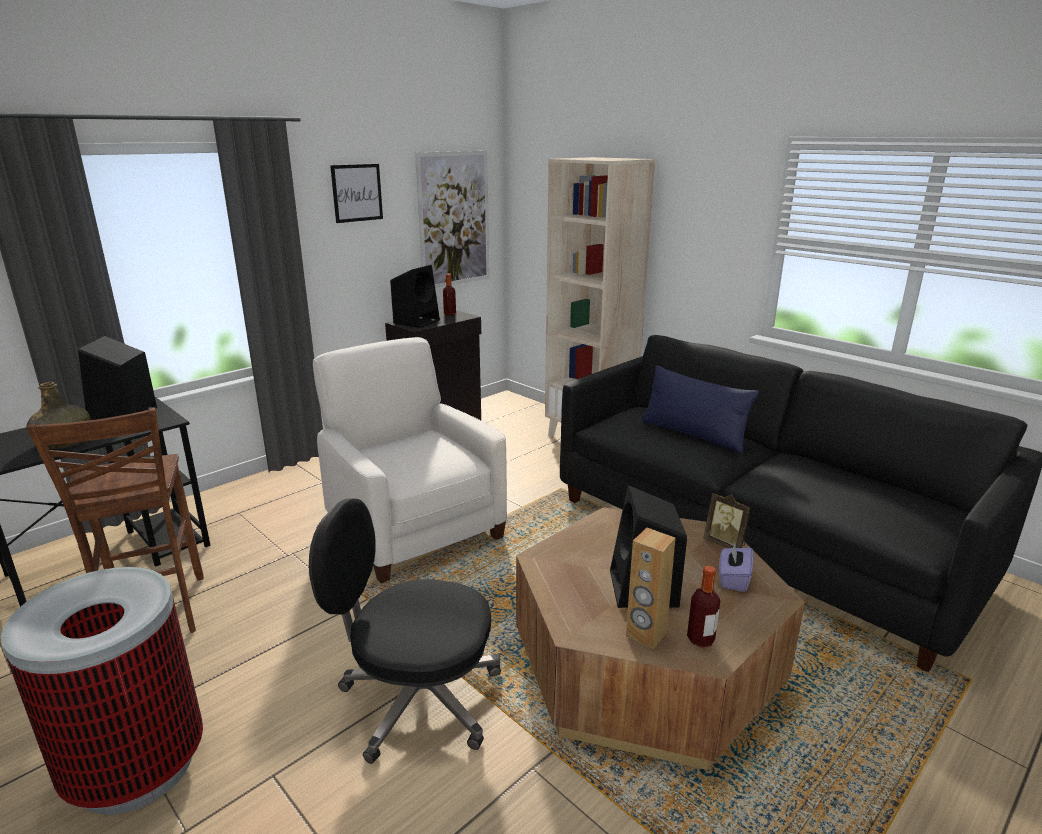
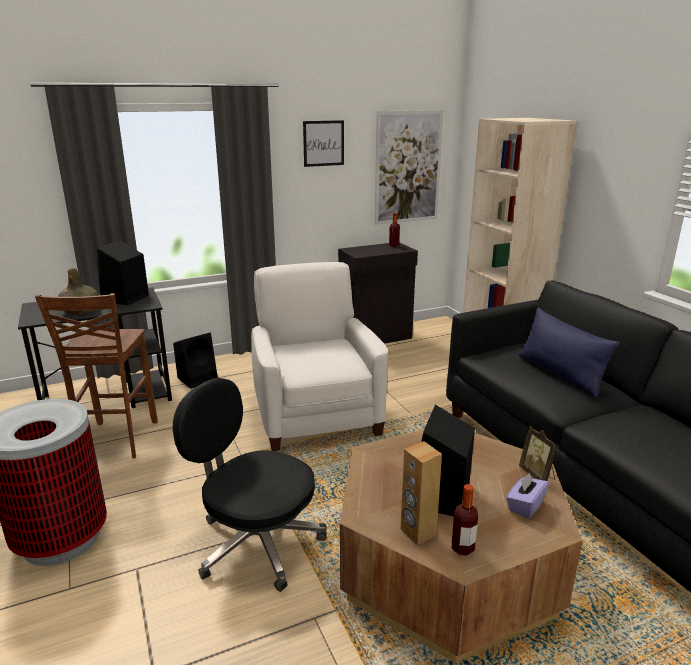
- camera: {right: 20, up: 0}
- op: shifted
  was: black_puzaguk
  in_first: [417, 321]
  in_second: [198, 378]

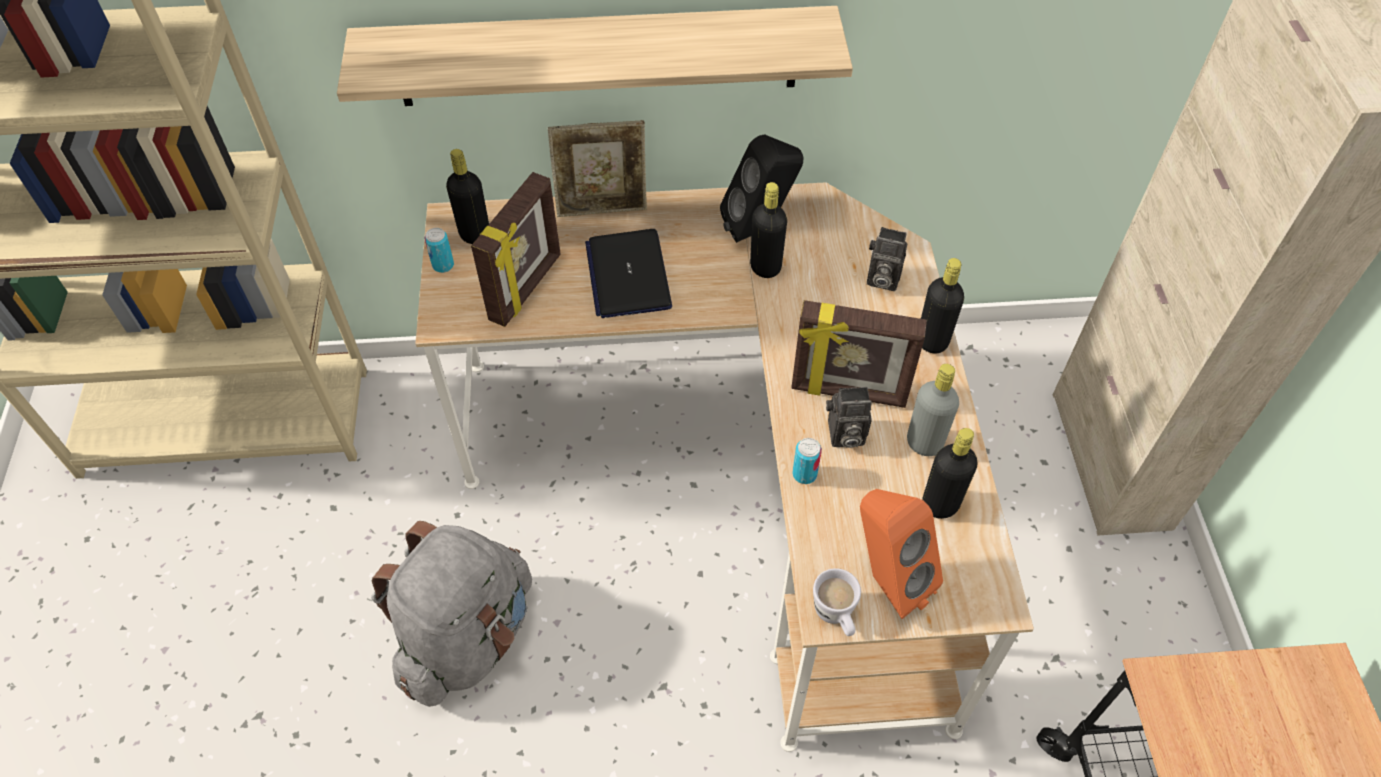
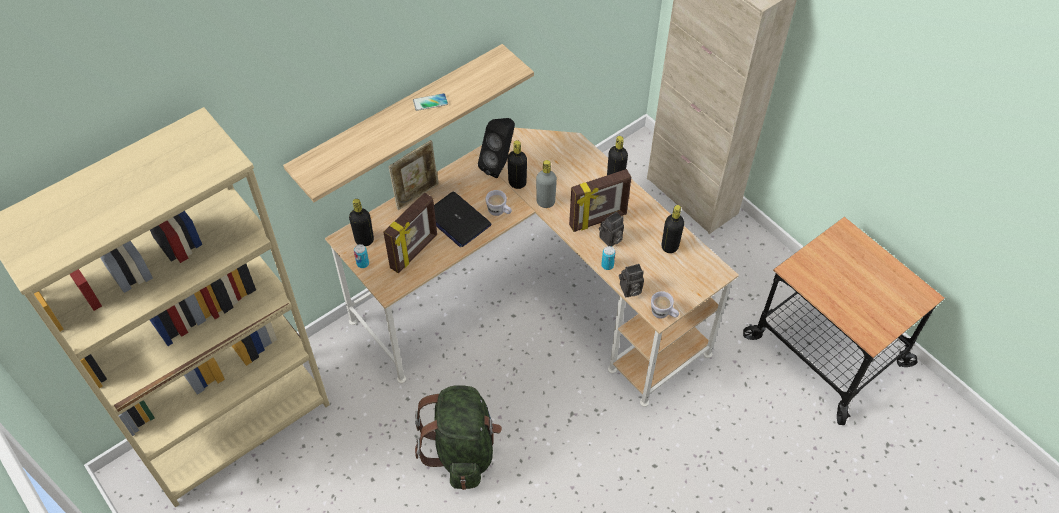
- camera: {right: -35, up: 0}
- op: rotated
  was: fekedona
  in_first: [527, 288]
  in_second: [414, 252]
  clockwise: 45
- op: shifted
  was: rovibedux
  in_first: [881, 279]
  in_second: [629, 290]
- op: shifted
  was: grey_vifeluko
  in_first: [924, 443]
  in_second: [545, 202]
- op: gone
  was: orange_puzaguk
  in_first: [886, 580]
- op: repainted
  was: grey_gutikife
  now: green_gutikife
  in_first: [467, 637]
  in_second: [462, 450]
- op: new
  now: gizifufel
  in_second: [430, 102]
- op: new
  now: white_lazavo
  in_second: [499, 212]

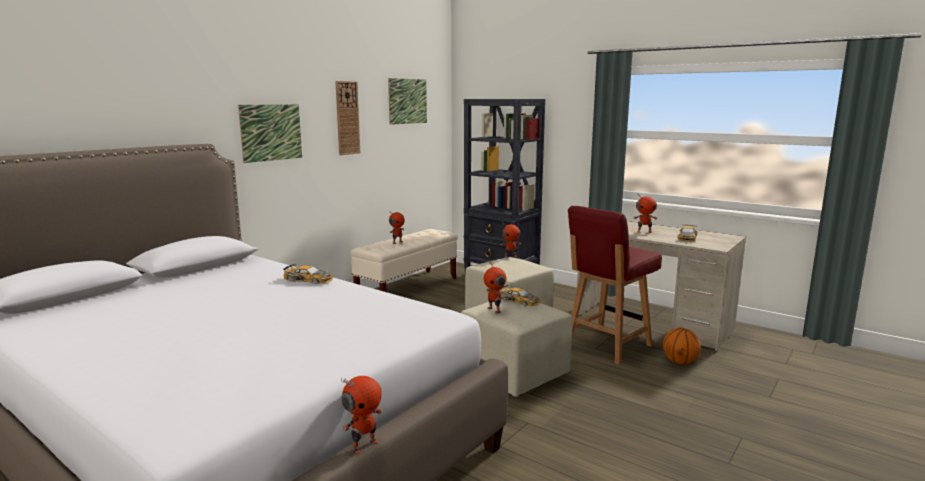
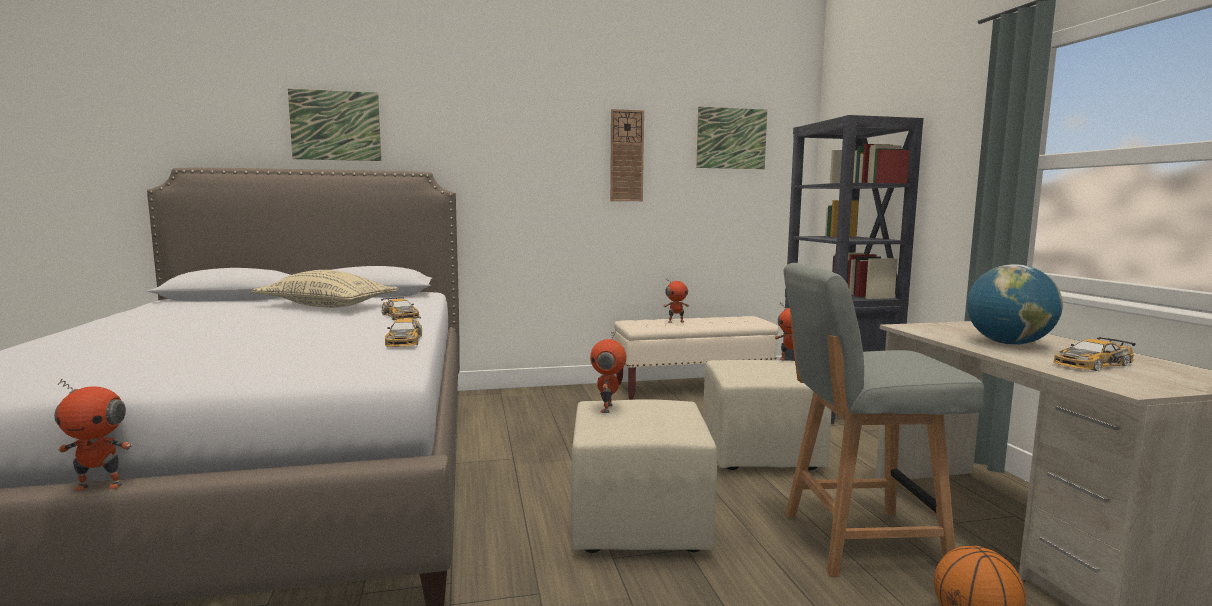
- camera: {right: 40, up: -5}
- op: shifted
  was: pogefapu
  in_first: [271, 132]
  in_second: [335, 125]
- op: swapped
  was: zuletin
  now: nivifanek
  in_first: [644, 232]
  in_second: [1008, 343]
- op: repainted
  was: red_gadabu
  now: grey_gadabu
  in_first: [606, 346]
  in_second: [859, 541]
- op: shifted
  was: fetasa
  in_first: [519, 301]
  in_second: [404, 340]
- op: new
  now: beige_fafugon
  in_second: [327, 306]

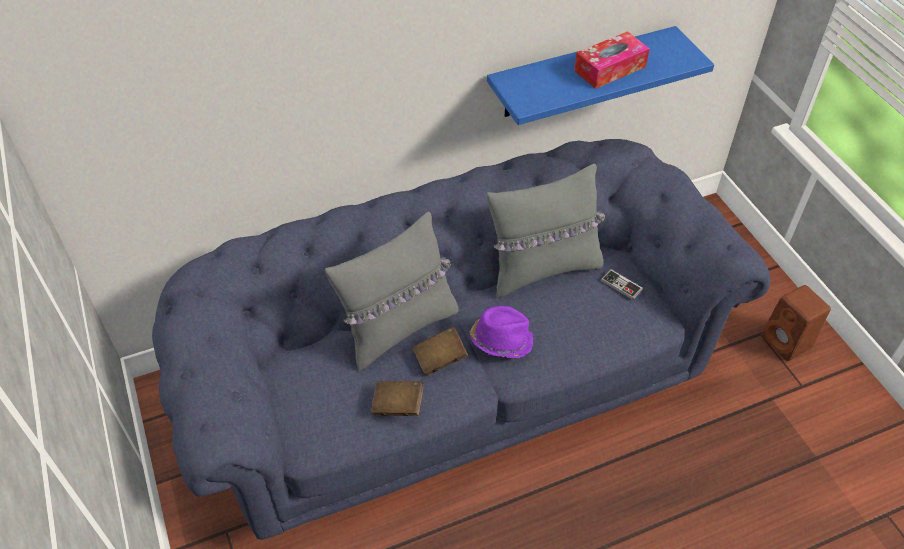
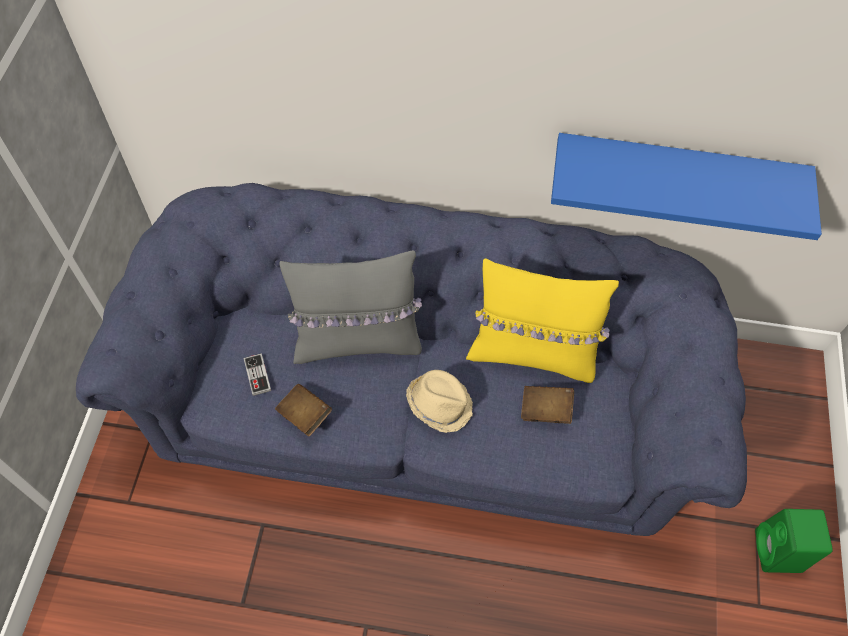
- camera: {right: 30, up: 10}
- op: gone
  was: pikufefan
  in_first: [610, 68]
- op: repainted
  was: grey_fafugon
  now: yellow_fafugon
  in_first: [543, 269]
  in_second: [532, 353]
- op: shifted
  was: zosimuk
  in_first: [621, 285]
  in_second: [257, 375]
- op: repainted
  was: brown_puzaguk
  now: green_puzaguk
  in_first: [787, 343]
  in_second: [778, 552]
- op: repainted
  was: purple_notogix
  now: beige_notogix
  in_first: [501, 339]
  in_second: [440, 403]
- op: shifted
  was: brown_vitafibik
  in_first: [440, 358]
  in_second: [545, 410]

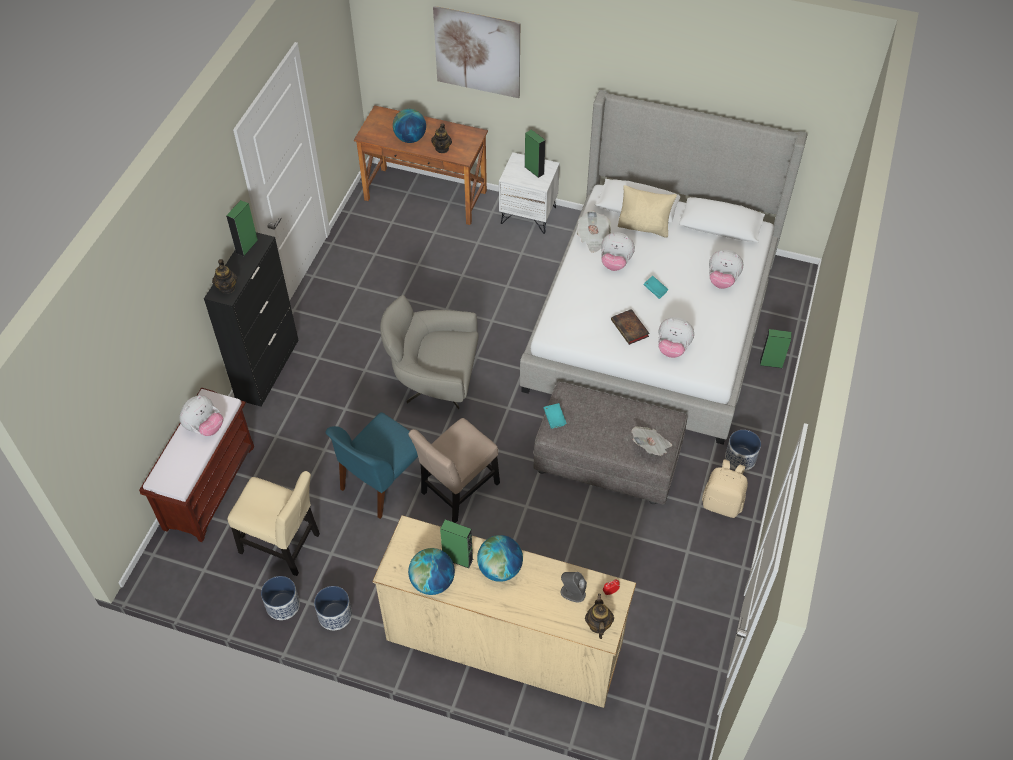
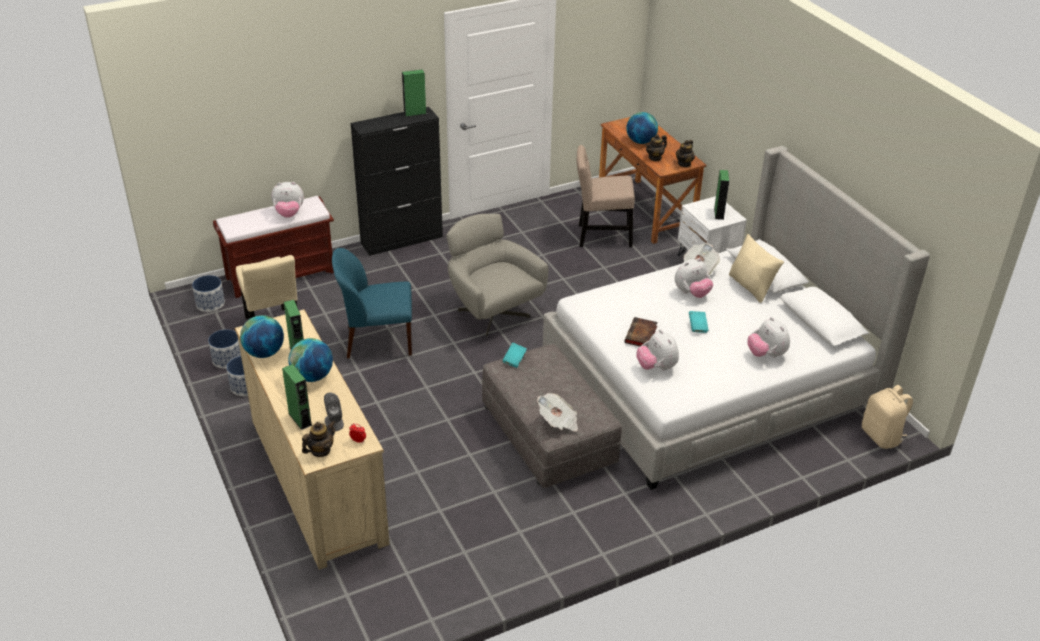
- camera: {right: 45, up: -15}
- op: gone
  was: pogefapu
  in_first: [477, 52]
- op: rotated
  was: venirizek
  in_first: [615, 263]
  in_second: [692, 293]
  clockwise: -90
- op: shifted
  was: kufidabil
  in_first: [227, 287]
  in_second: [684, 163]
- op: shifted
  was: green_puzaguk
  in_first: [771, 363]
  in_second: [300, 419]
- op: shifted
  was: beige_gadabu
  in_first: [457, 491]
  in_second: [601, 236]
- op: shifted
  was: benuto
  in_first: [740, 458]
  in_second: [210, 303]
- op: shifted
  was: beige_gutikife
  in_first: [722, 503]
  in_second: [882, 436]

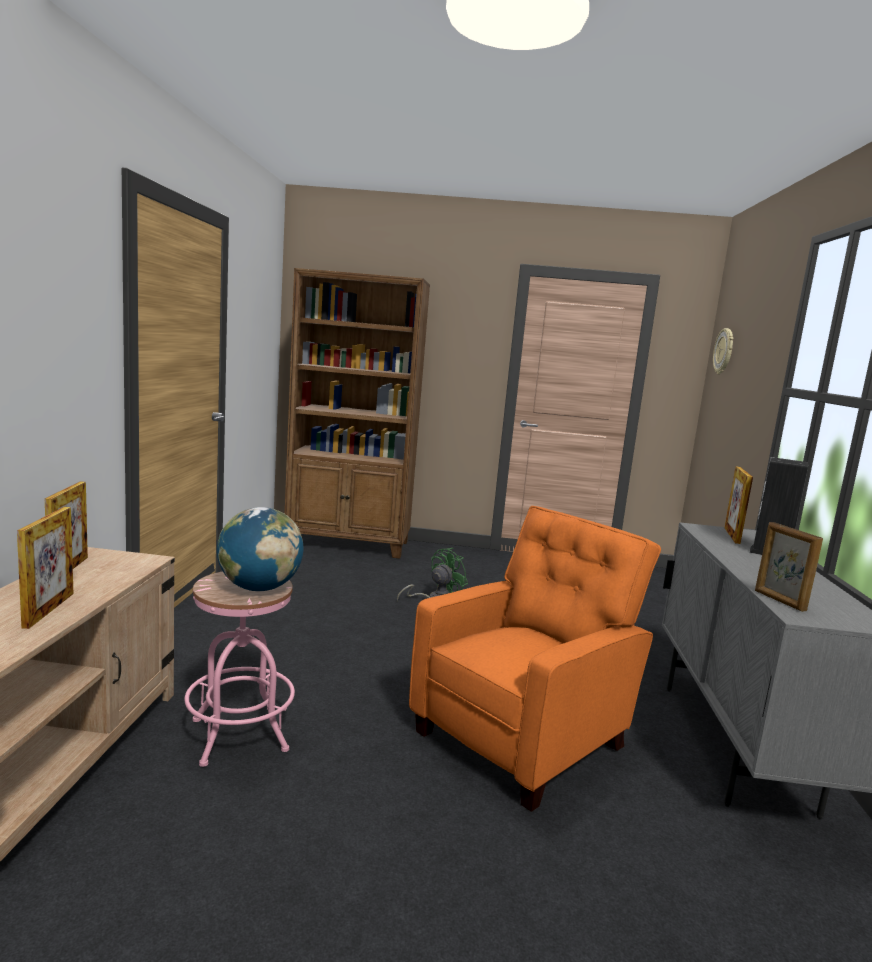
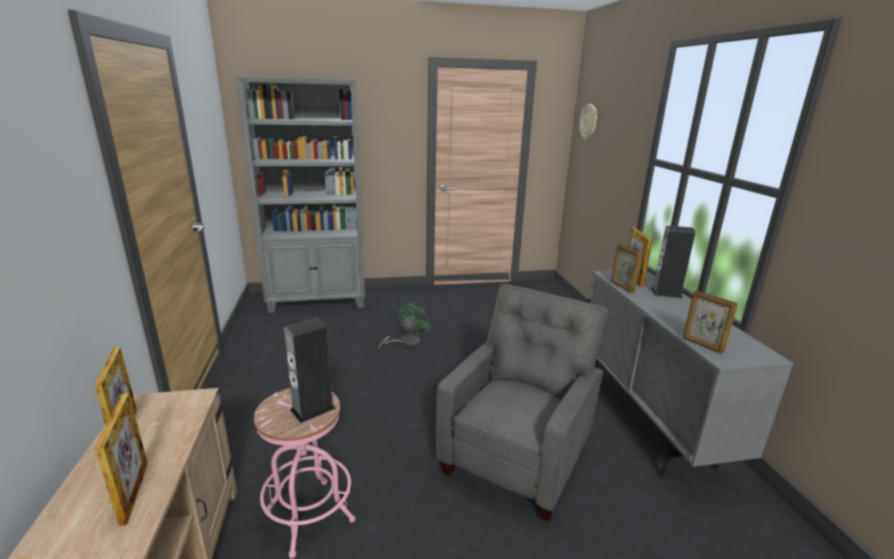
- camera: {right: -15, up: 10}
- op: repainted
  was: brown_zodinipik
  now: grey_zodinipik
  in_first: [349, 544]
  in_second: [319, 301]
- op: repainted
  was: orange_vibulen
  now: grey_vibulen
  in_first: [524, 738]
  in_second: [518, 456]
- op: swapped
  was: nivifanek
  now: puzaguk
  in_first: [259, 588]
  in_second: [313, 409]
- op: new
  now: fekedona
  in_second: [622, 287]

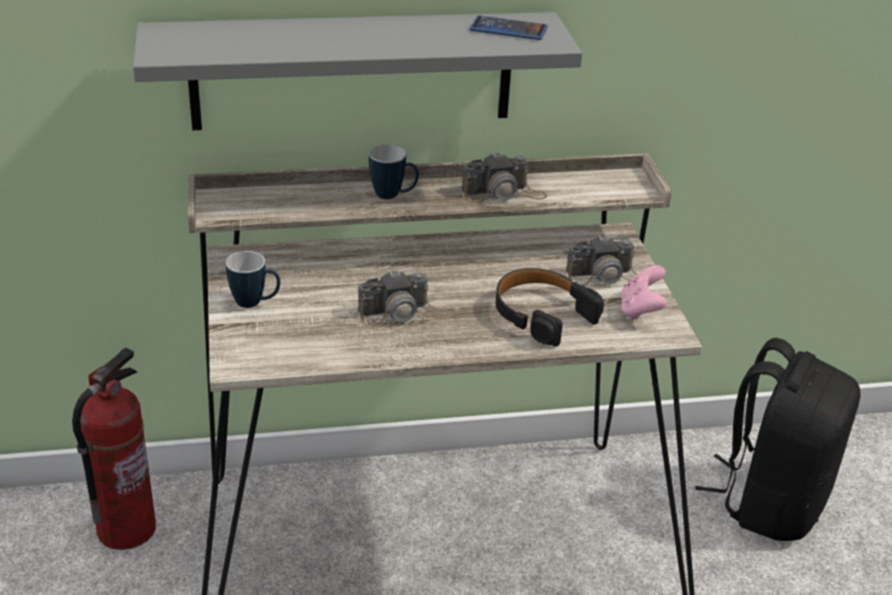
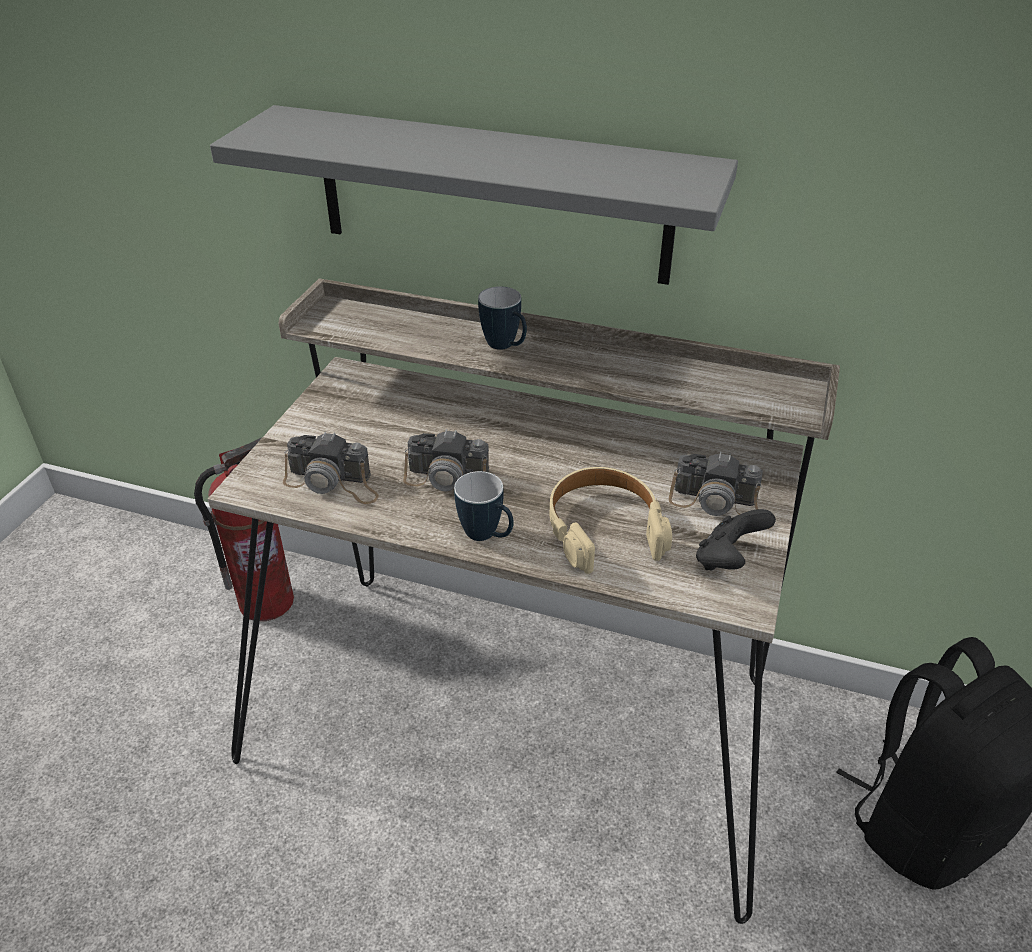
- camera: {right: 30, up: 5}
- op: gone
  was: gizifufel
  in_first: [508, 29]
- op: shifted
  was: rovibedux
  in_first: [503, 193]
  in_second: [333, 483]
- op: shifted
  was: lazavo
  in_first: [255, 303]
  in_second: [487, 536]
- op: repainted
  was: pink_zosimuk
  now: black_zosimuk
  in_first: [640, 310]
  in_second: [728, 560]
- op: repainted
  was: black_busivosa
  now: beige_busivosa
  in_first: [542, 314]
  in_second: [604, 528]

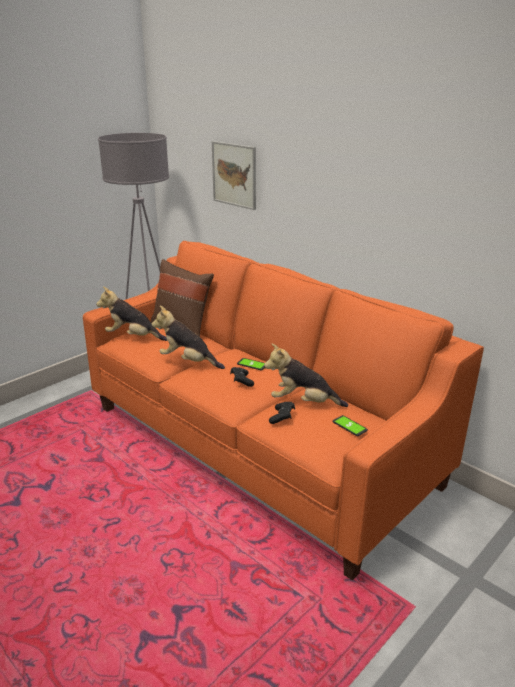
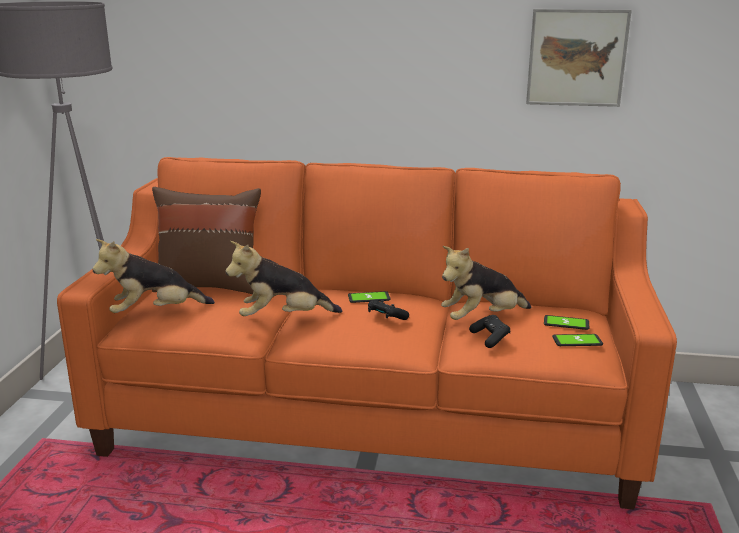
- camera: {right: -35, up: -5}
- op: shifted
  was: pogefapu
  in_first: [234, 175]
  in_second: [576, 58]
- op: new
  now: gizifufel
  in_second: [577, 341]

